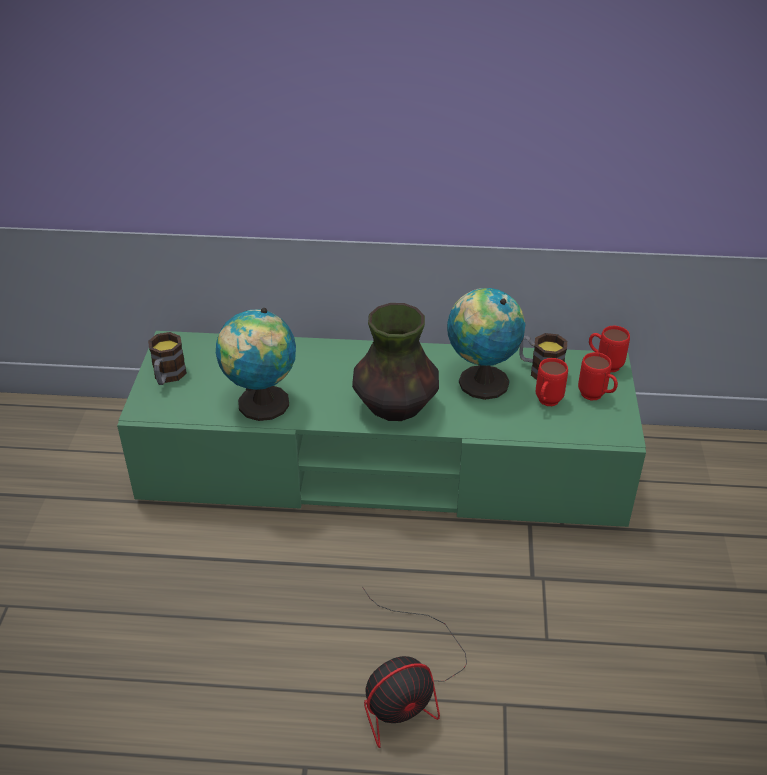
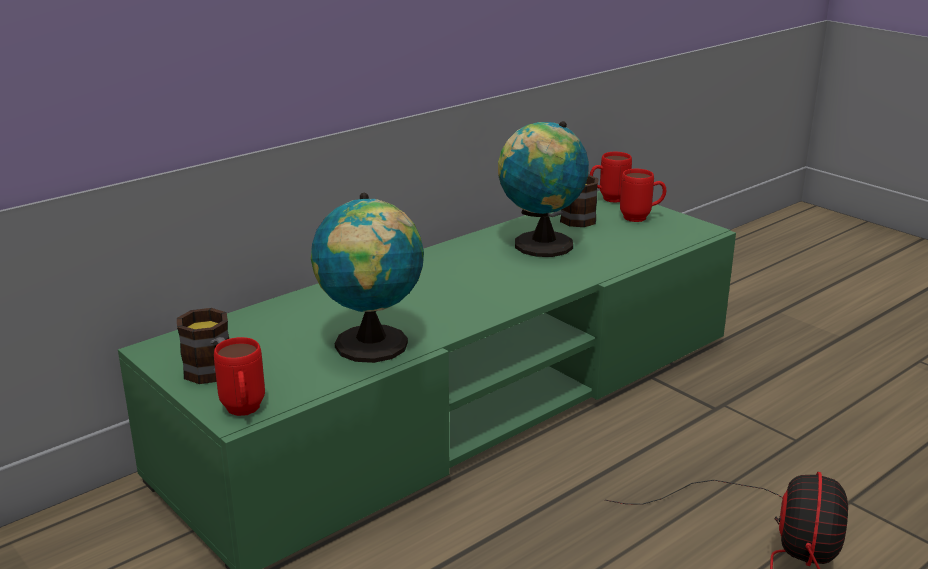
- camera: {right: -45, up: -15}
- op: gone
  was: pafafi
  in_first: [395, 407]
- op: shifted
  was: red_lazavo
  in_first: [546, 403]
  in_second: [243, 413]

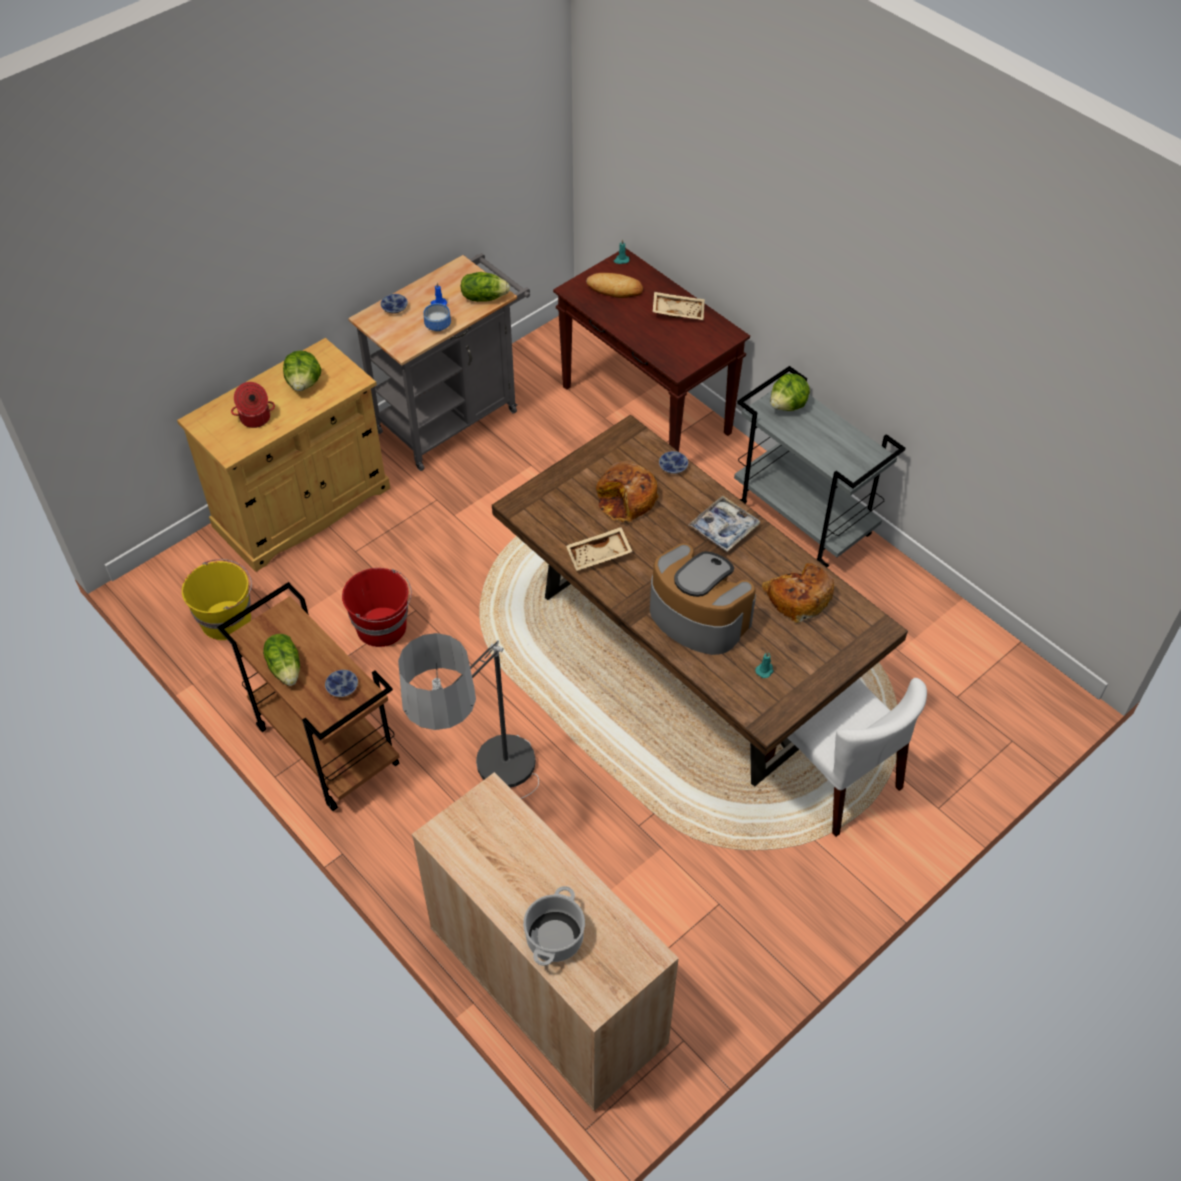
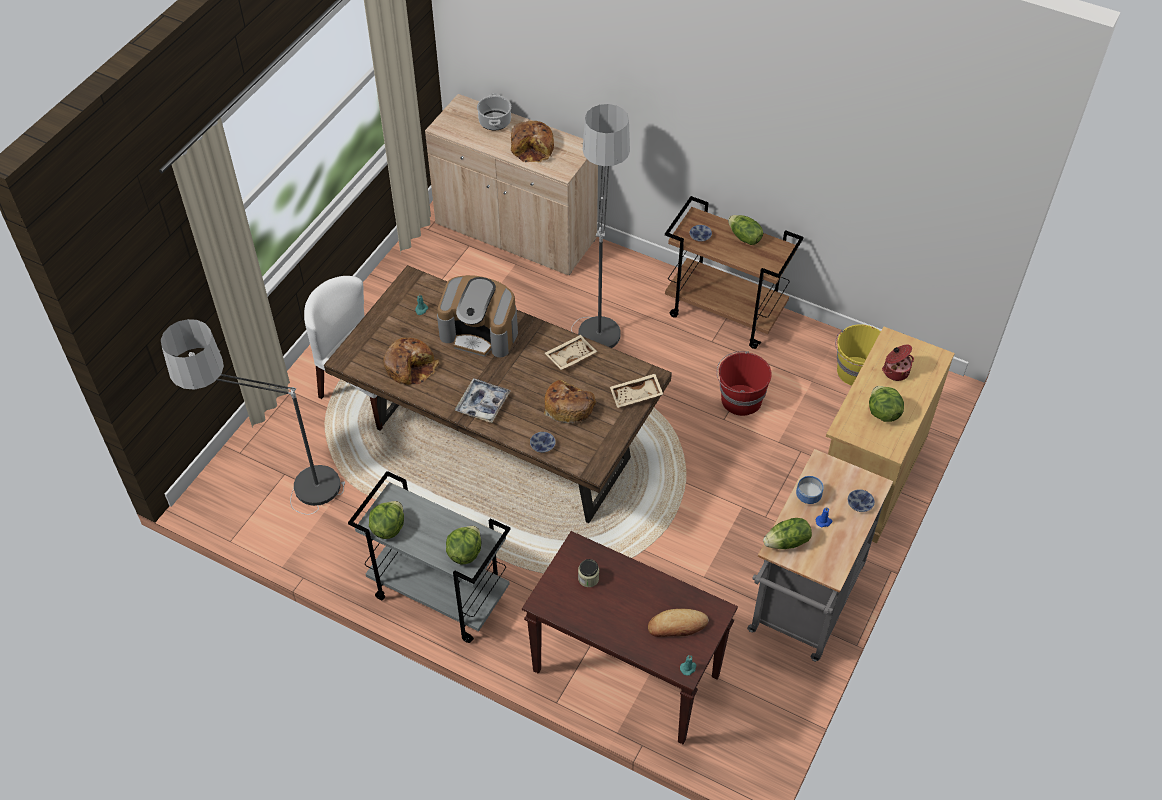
- camera: {right: 160, up: 0}
- op: shifted
  was: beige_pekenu
  in_first: [678, 311]
  in_second: [636, 396]
- op: new
  now: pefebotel
  in_second: [533, 148]
- op: new
  now: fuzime
  in_second: [279, 492]
- op: new
  now: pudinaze
  in_second: [388, 528]
- op: new
  now: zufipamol
  in_second: [588, 578]

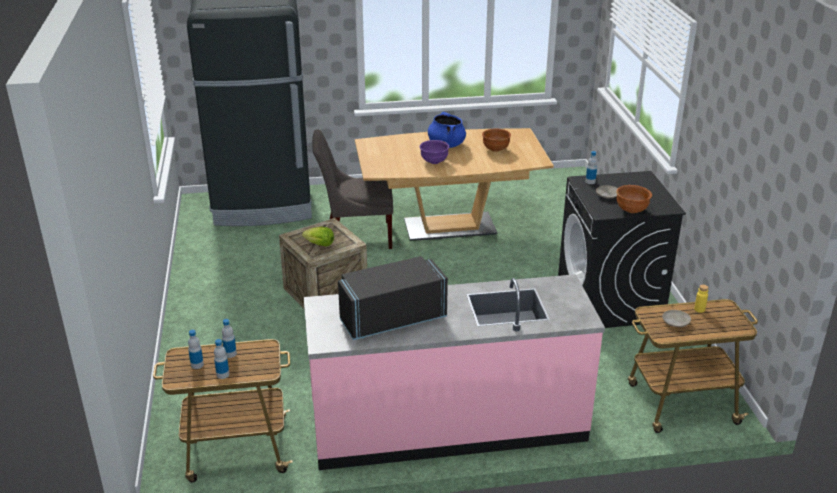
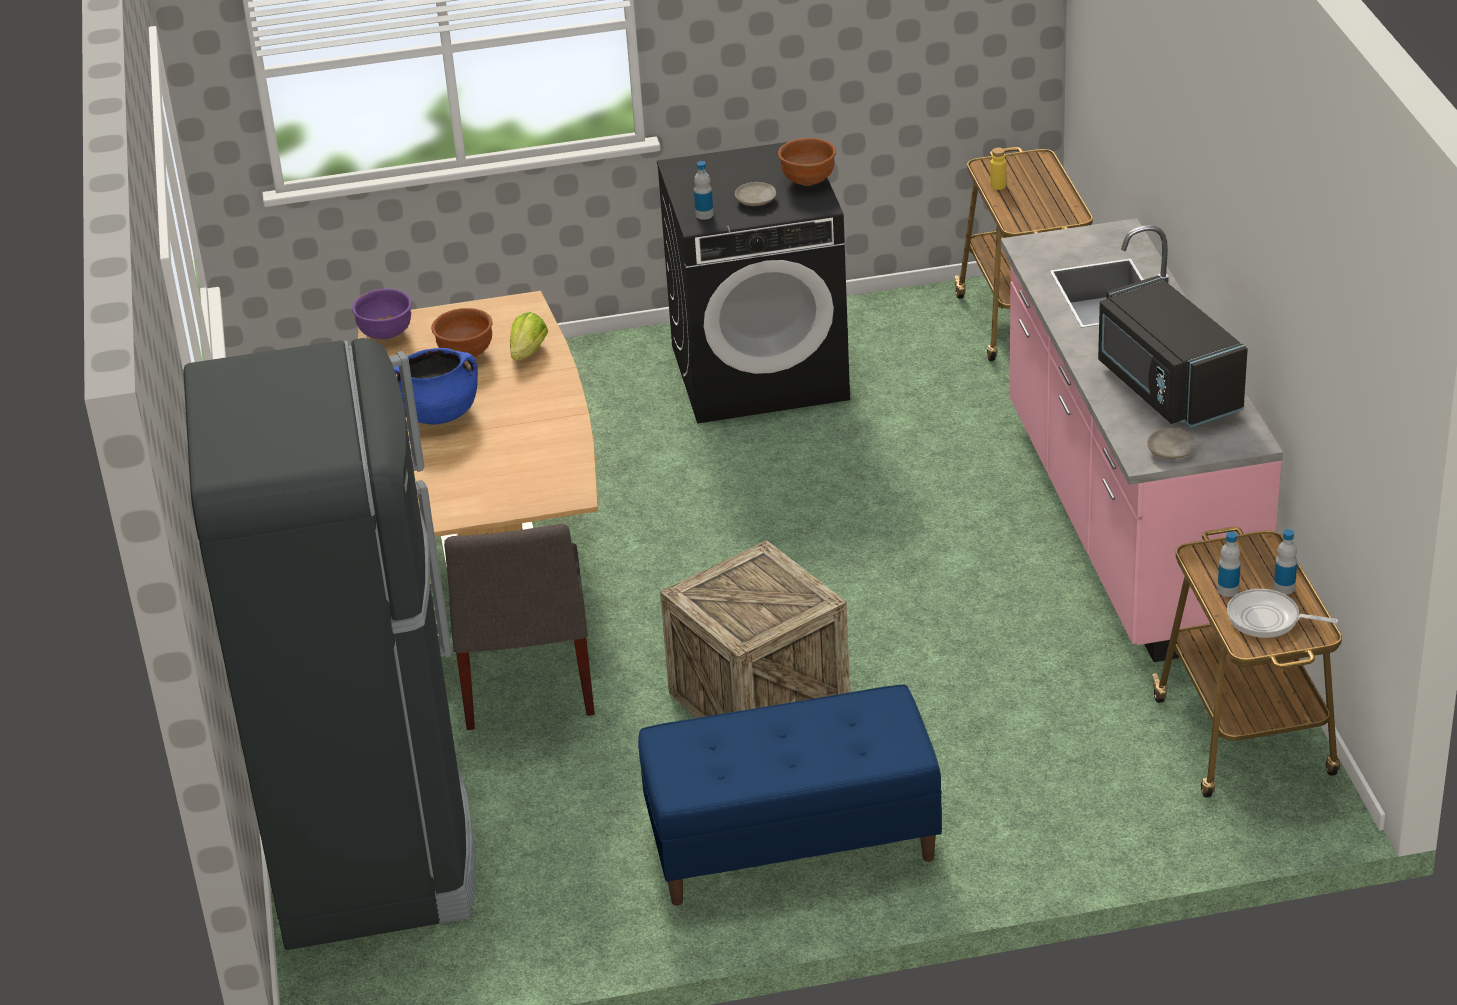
- camera: {right: -90, up: 5}
- op: shifted
  was: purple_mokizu
  in_first: [433, 162]
  in_second: [386, 335]
- op: shifted
  was: pudinaze
  in_first: [319, 244]
  in_second: [528, 352]
- op: shifted
  was: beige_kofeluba
  in_first: [675, 322]
  in_second: [1170, 451]
- op: swapped
  was: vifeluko
  now: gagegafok
  in_first: [197, 365]
  in_second: [1268, 619]
- op: new
  now: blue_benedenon
  in_second: [791, 845]

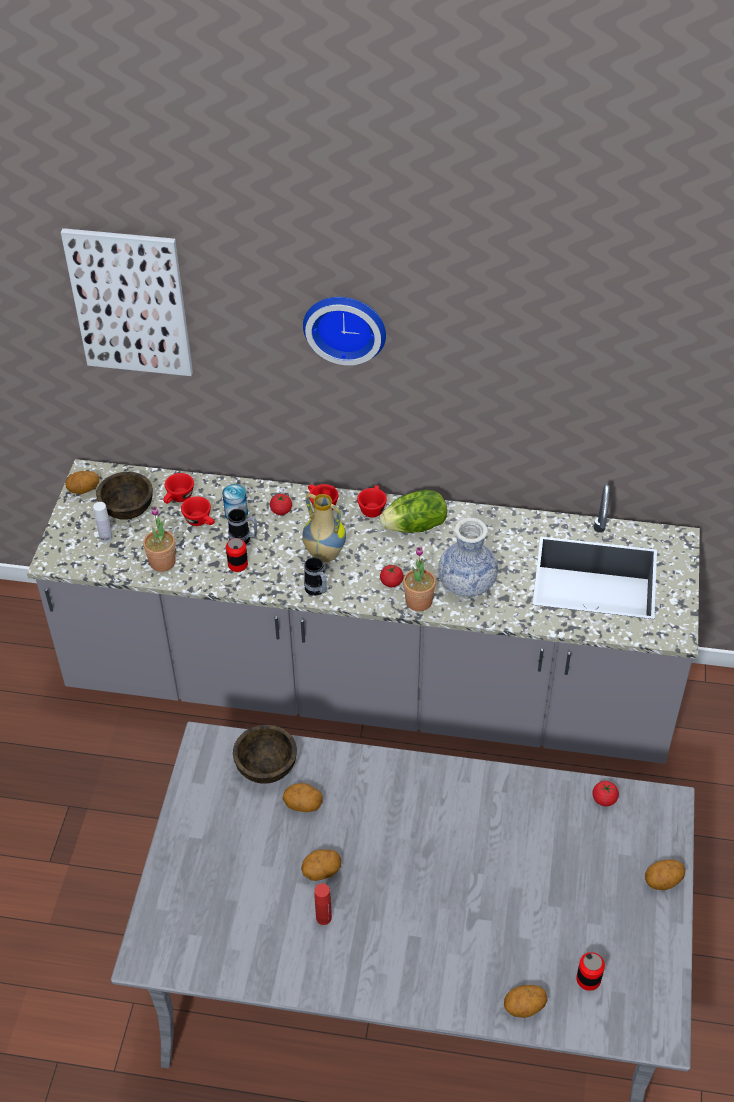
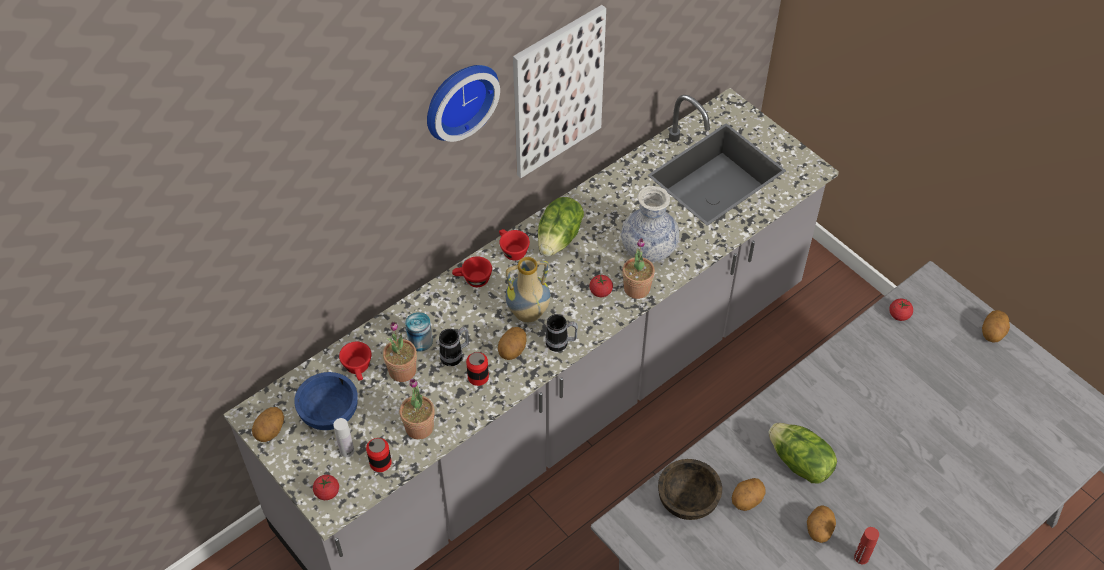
- camera: {right: -50, up: 5}
- op: shifted
  was: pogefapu
  in_first: [130, 302]
  in_second: [557, 92]
- op: repainted
  was: brown_mokizu
  now: blue_mokizu
  in_first: [127, 509]
  in_second: [330, 413]
- op: shifted
  was: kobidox
  in_first: [281, 510]
  in_second: [327, 492]
- op: swapped
  was: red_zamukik
  now: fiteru
  in_first: [201, 521]
  in_second: [402, 371]
- op: shifted
  was: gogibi
  in_first: [588, 979]
  in_second: [380, 463]
- op: shifted
  was: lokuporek
  in_first: [524, 1008]
  in_second: [513, 350]
- op: new
  now: pudinaze
  in_second: [799, 463]

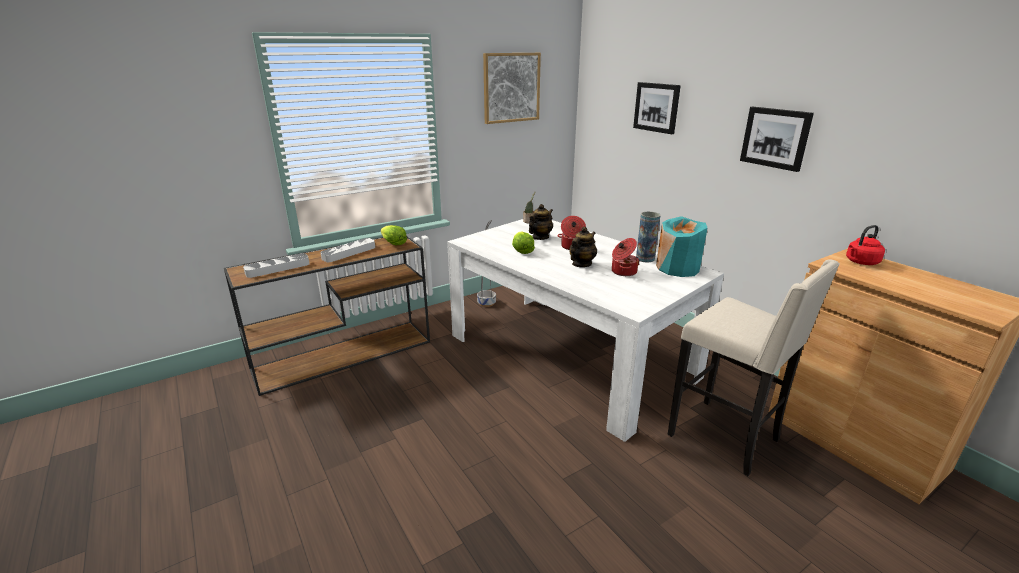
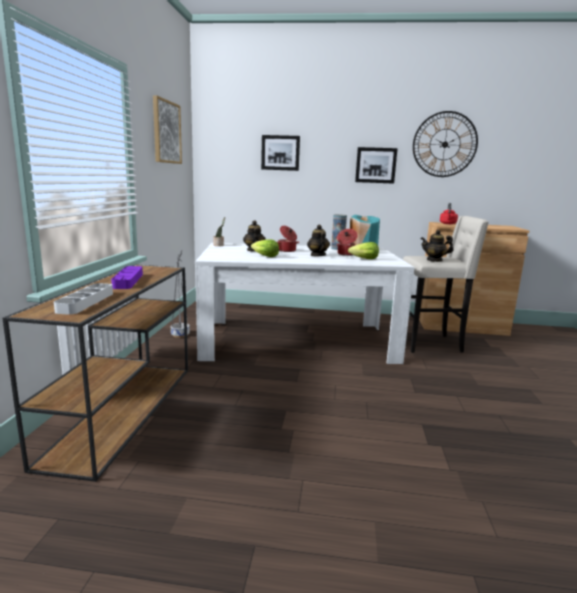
- camera: {right: -50, up: -10}
- op: shifted
  was: pudinaze
  in_first: [393, 243]
  in_second: [364, 259]
- op: repainted
  was: grey_pekenu
  now: purple_pekenu
  in_first: [349, 253]
  in_second: [128, 281]
- op: new
  now: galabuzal
  in_second: [444, 144]
- op: new
  now: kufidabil
  in_second: [434, 260]

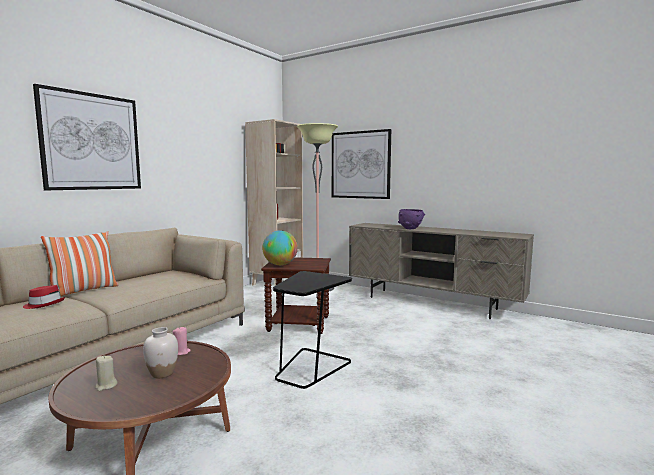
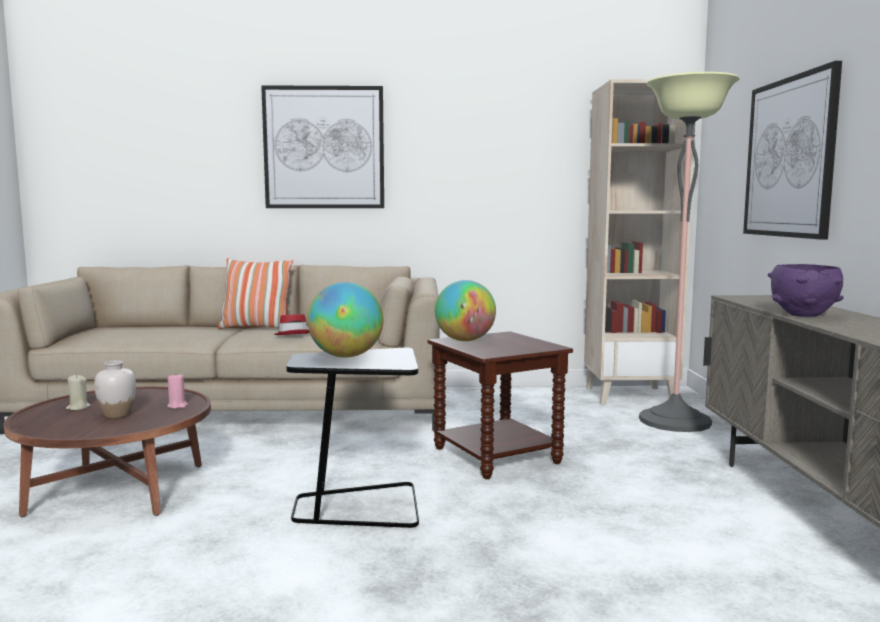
- camera: {right: 55, up: 0}
- op: shifted
  was: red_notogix
  in_first: [44, 304]
  in_second: [292, 334]
- op: new
  now: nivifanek
  in_second: [346, 356]

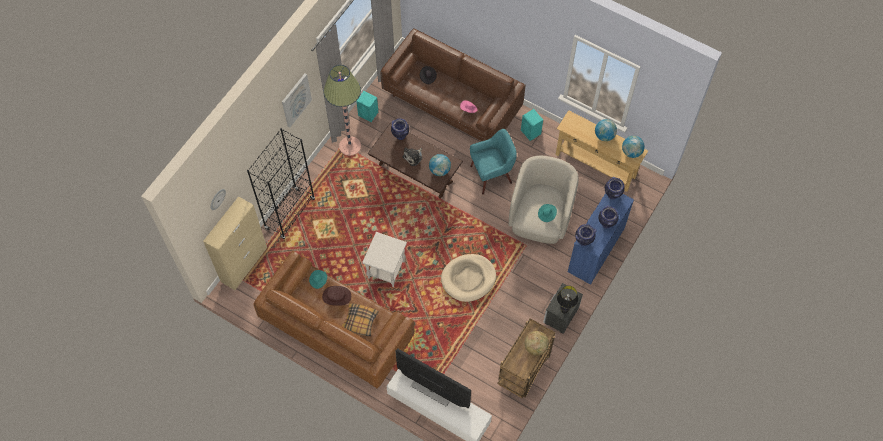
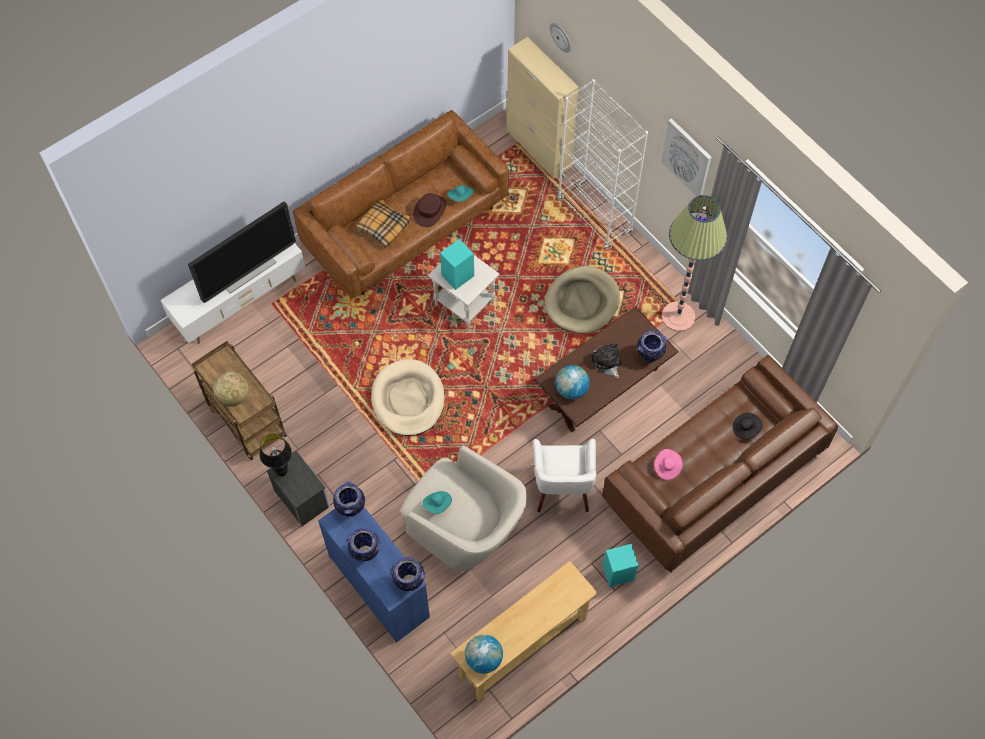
- camera: {right: 110, up: 0}
- op: shifted
  was: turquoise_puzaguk
  in_first: [368, 114]
  in_second: [457, 276]
- op: gone
  was: nivifanek
  in_first: [604, 135]
- op: repainted
  was: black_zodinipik
  now: white_zodinipik
  in_first: [290, 214]
  in_second: [594, 216]
- op: repainted
  was: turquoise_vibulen
  now: white_vibulen
  in_first: [491, 175]
  in_second: [562, 488]
- op: new
  now: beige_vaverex
  in_second: [582, 302]

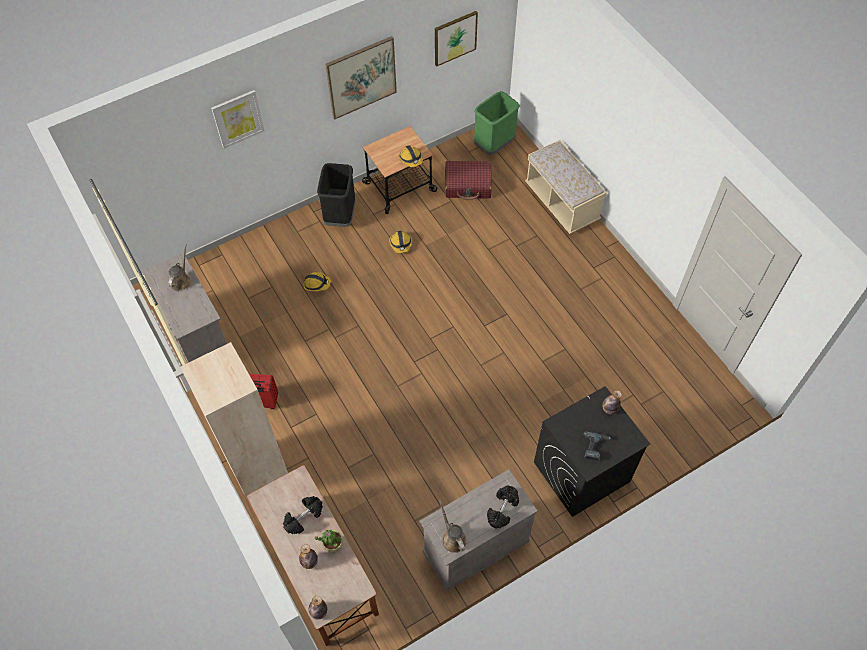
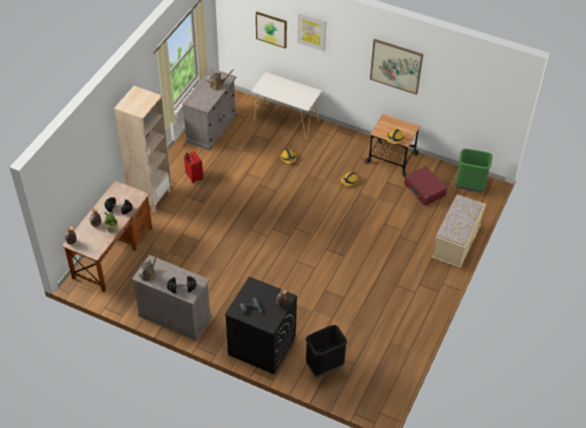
- camera: {right: 55, up: -10}
- op: shifted
  was: pogefapu
  in_first: [455, 38]
  in_second: [271, 29]
- op: shifted
  was: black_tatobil
  in_first: [340, 216]
  in_second: [324, 366]
- op: new
  now: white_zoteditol
  in_second: [286, 121]

